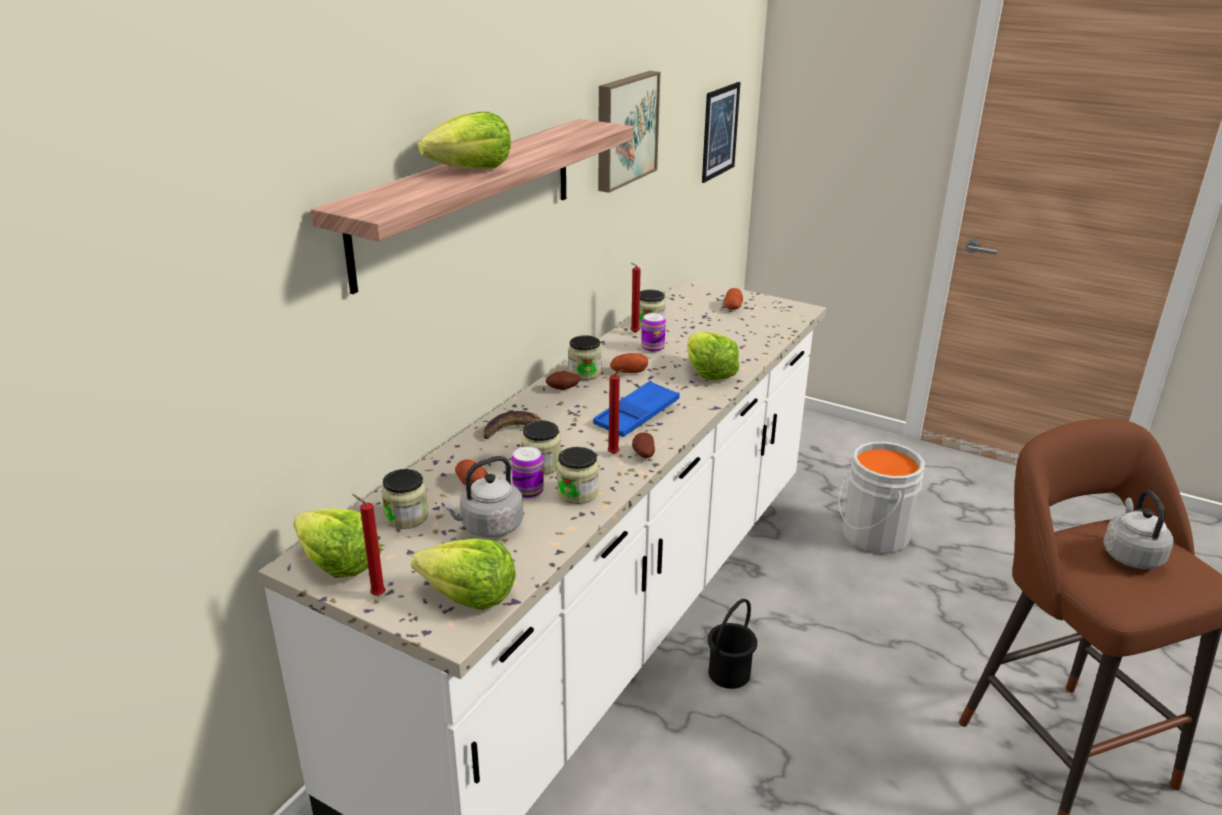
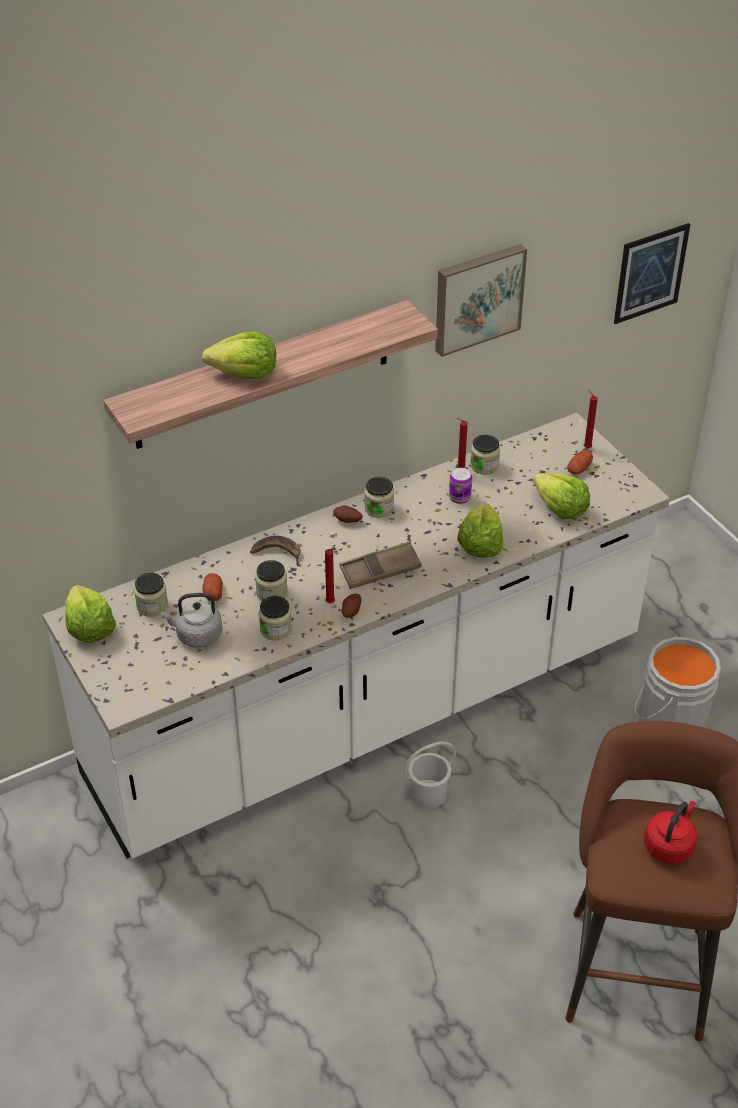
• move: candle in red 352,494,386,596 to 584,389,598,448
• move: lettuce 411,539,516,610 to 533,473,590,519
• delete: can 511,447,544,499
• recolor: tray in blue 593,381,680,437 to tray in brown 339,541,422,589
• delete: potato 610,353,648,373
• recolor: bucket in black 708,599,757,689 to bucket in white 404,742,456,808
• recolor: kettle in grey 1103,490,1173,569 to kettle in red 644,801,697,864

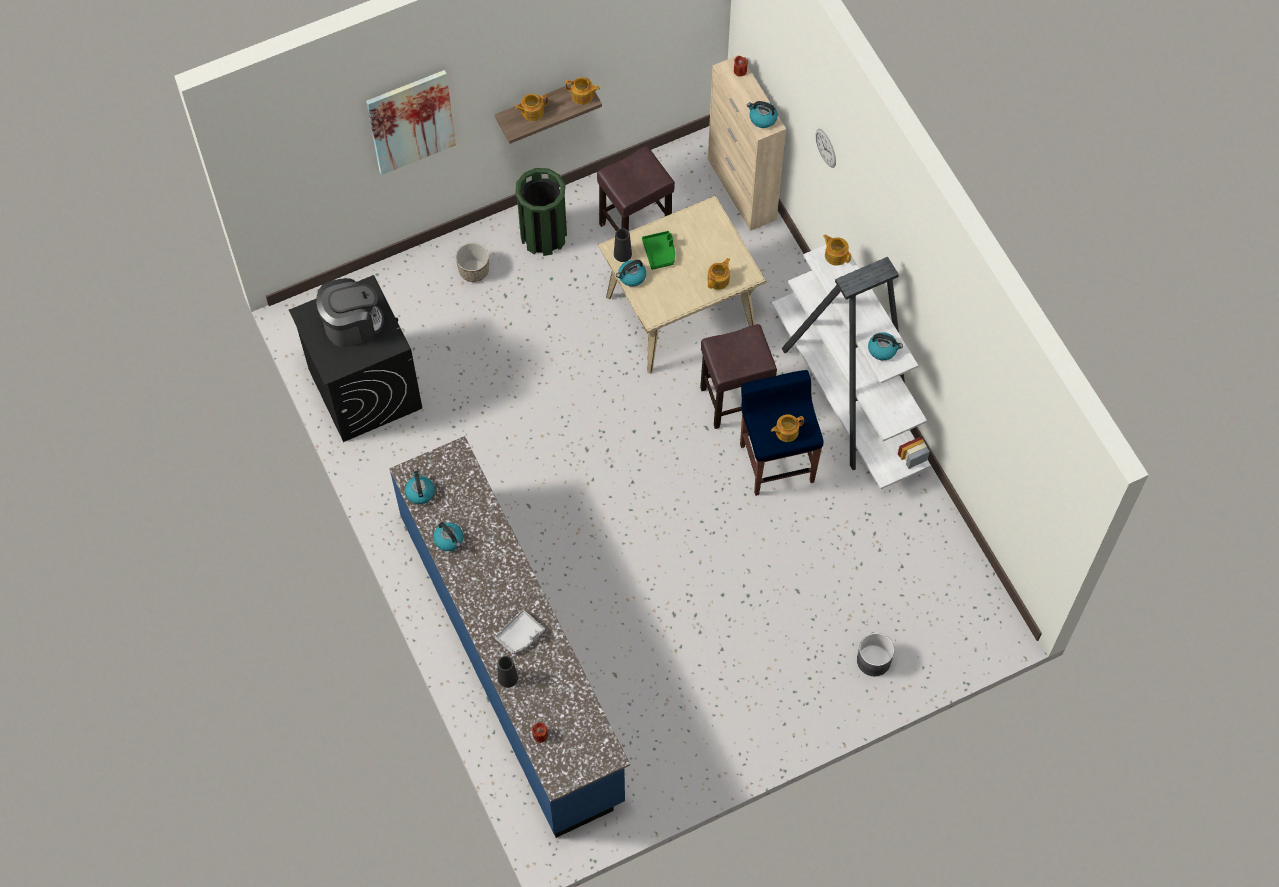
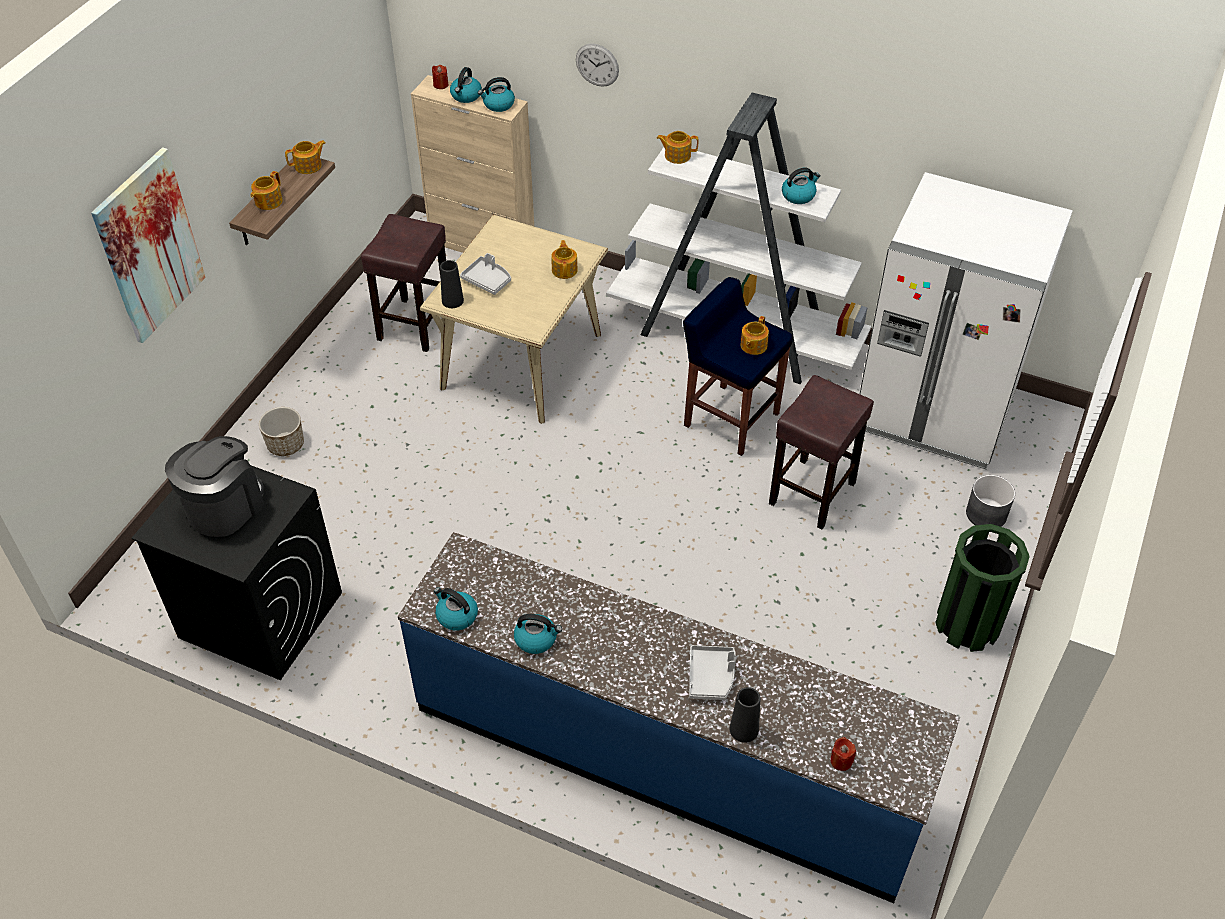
• move: trash can in green 515,168,567,256 to 935,524,1030,652
• move: kettle 616,260,646,287 to 450,67,482,103
• recolor: tray in green 642,231,675,270 to tray in grey 460,253,511,295
• move: stool in brown 700,324,777,429 to 769,375,874,529
• insert: fridge in white 860,172,1072,469

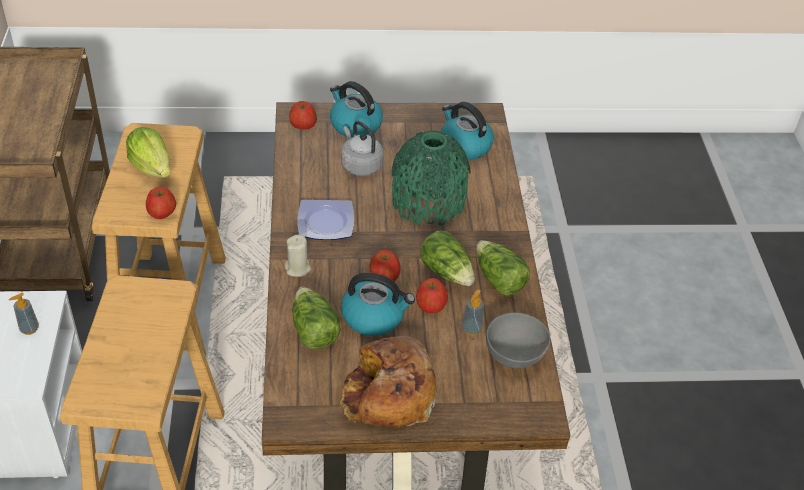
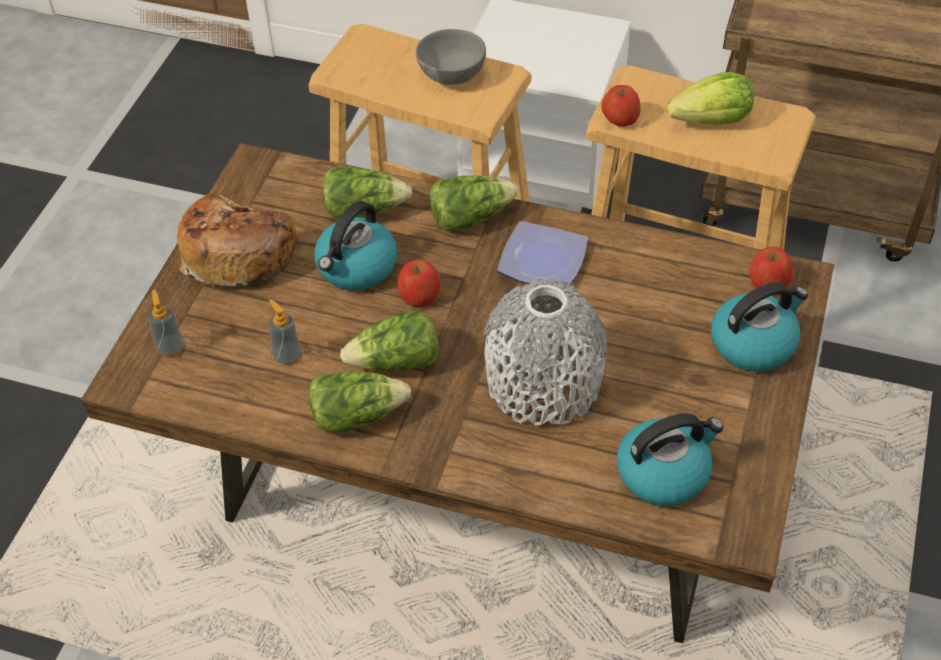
• move: soap dispenser 9,293,39,335 to 148,290,184,357
• replace: candle in beige 285,235,311,277 to lettuce 430,175,518,231
• delete: kettle in grey 341,121,384,176
• recolor: vase in green 392,131,471,226 to vase in grey 484,279,607,425
• delete: apple 416,278,448,313
• move: bowl in grey 486,313,551,368 to 416,29,486,85

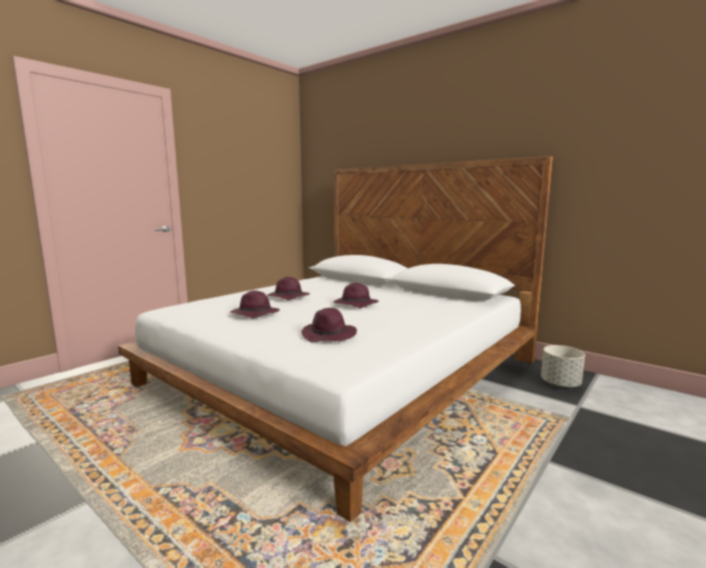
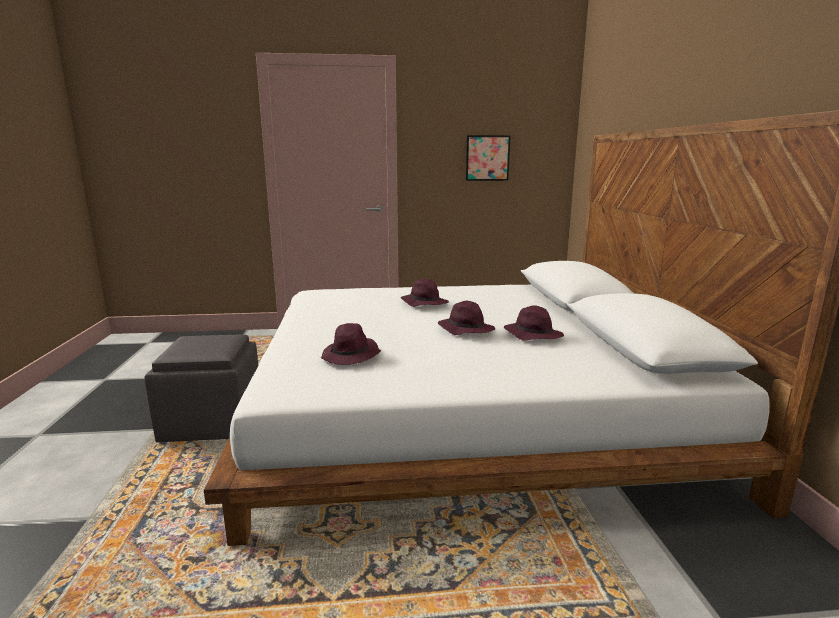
• move: hat in purple 230,290,280,319 to 504,305,564,340
• delete: planter in grey 541,345,585,388
• insert: ottoman in grey 144,334,258,442
• insert: picture 466,135,511,181

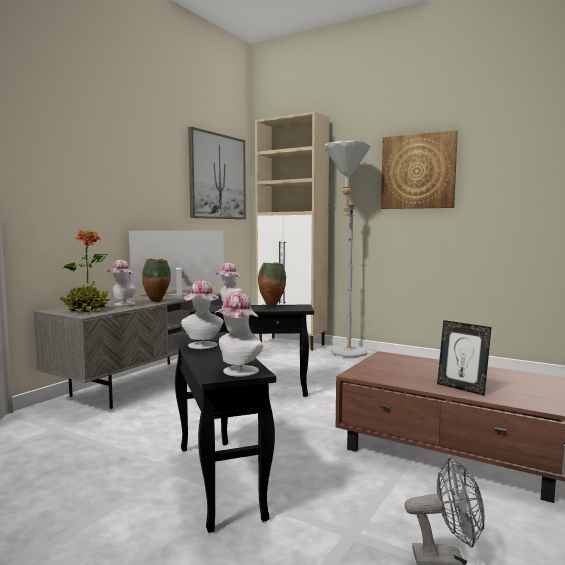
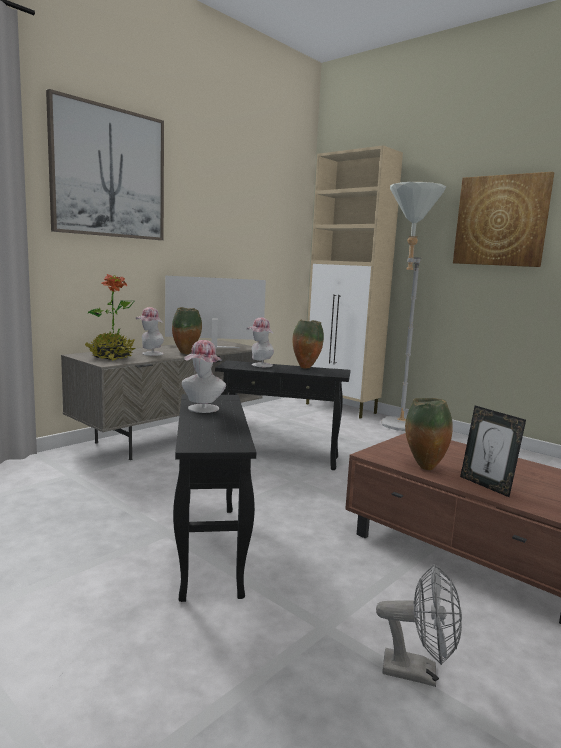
• move: picture 188,127,246,219 to 46,89,164,240
• delete: hat 214,292,263,377
• insert: vase 405,398,453,470

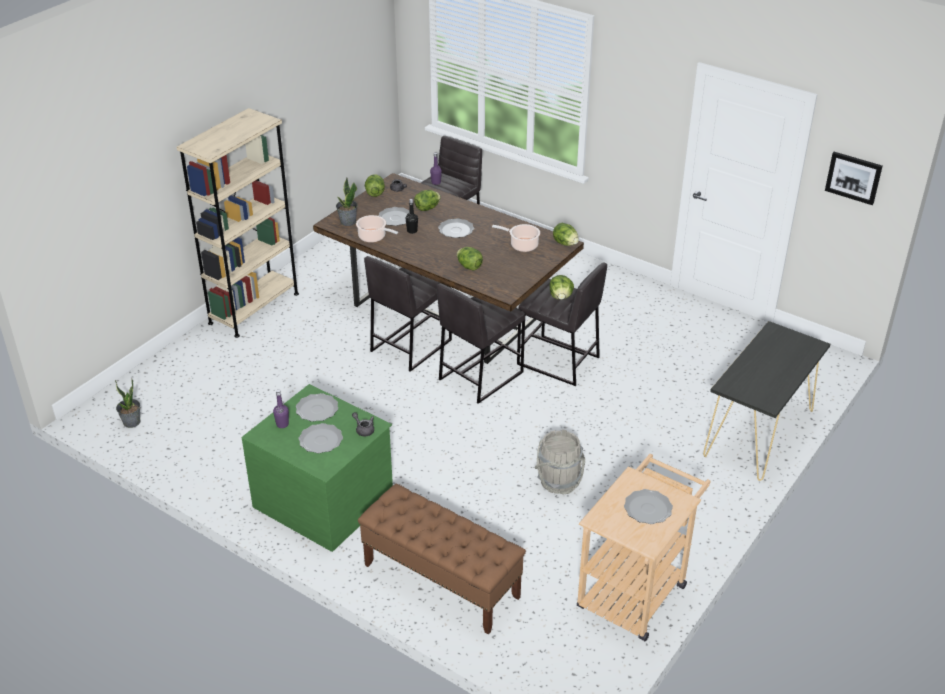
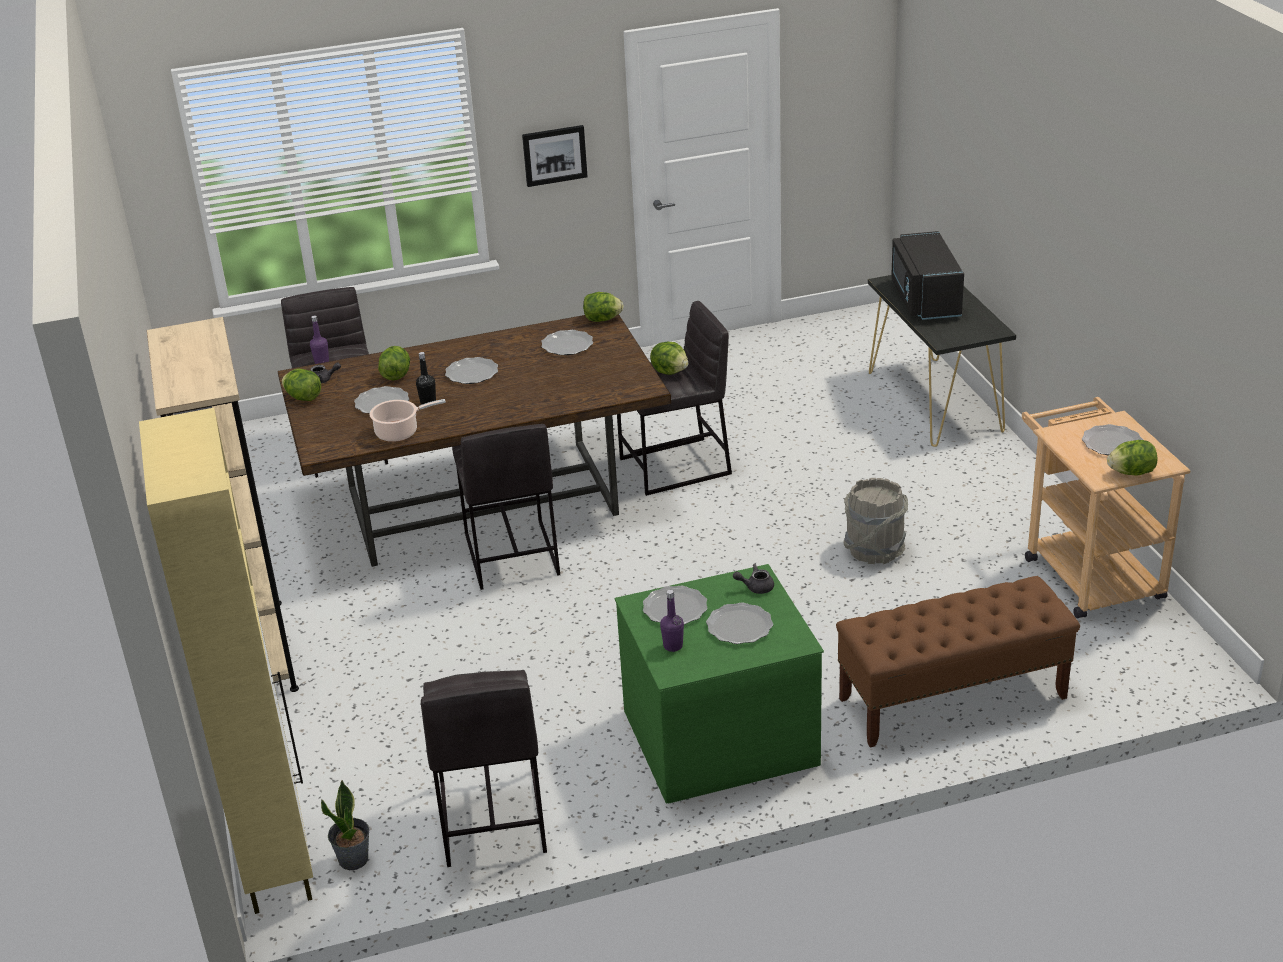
• delete: potted plant 336,178,358,226
• move: stool in grey 437,283,525,404 to 421,670,547,867
• move: lettuce 457,247,483,271 to 1107,440,1157,475
• replace: cooking pot 492,224,540,252 to plate 541,330,593,355
• move: picture 825,152,883,205 to 522,125,588,187
• insert: cabinet in beige 139,408,313,914
• insert: microwave in black 891,231,964,320

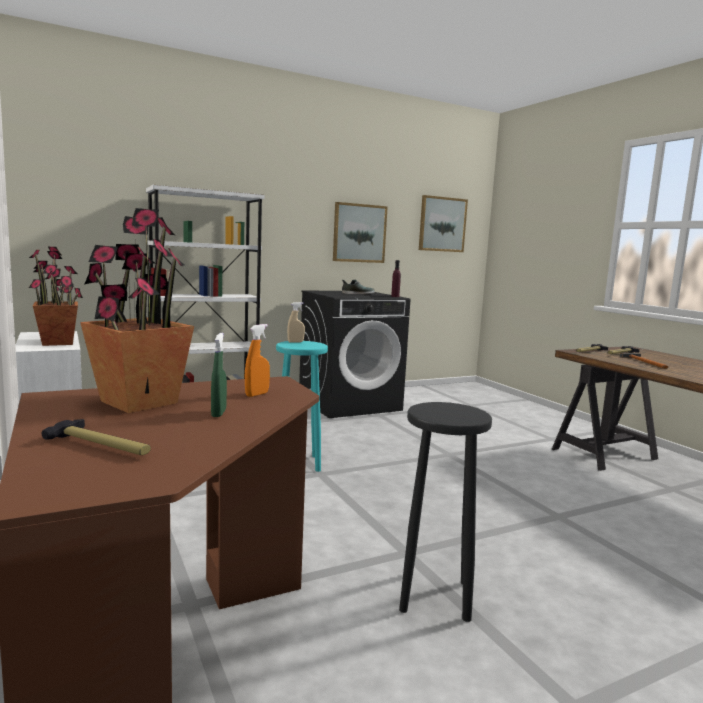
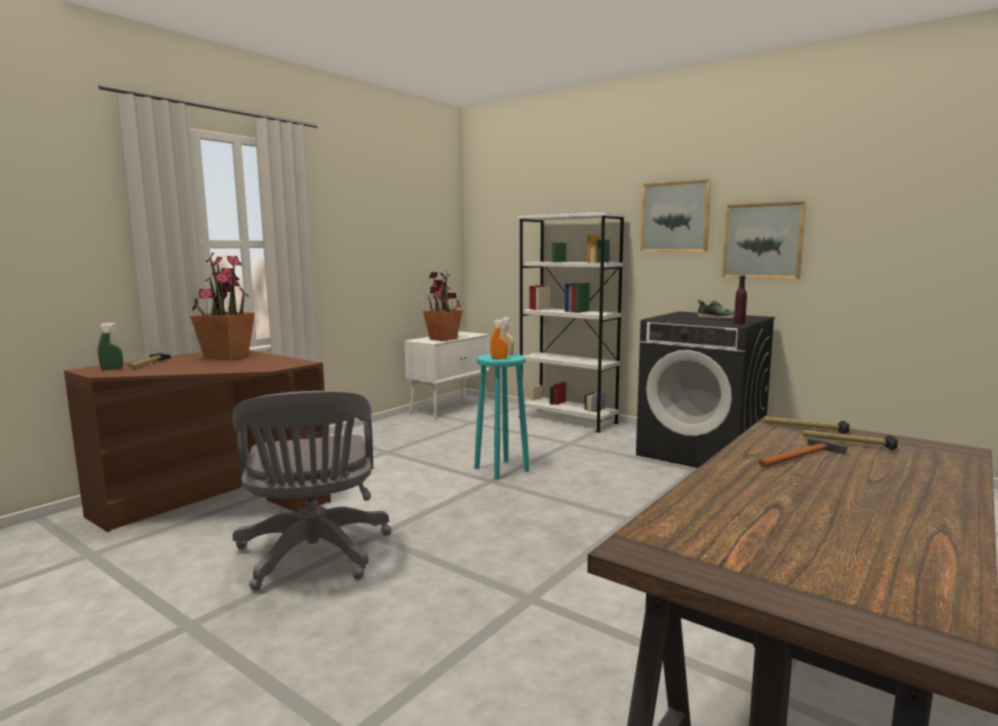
• move: spray bottle in green 211,333,227,417 to 98,323,123,370
• move: spray bottle in orange 245,324,270,397 to 490,320,508,359
• replace: stool in black 399,402,492,622 to office chair in grey 232,391,392,591
• move: picture 419,195,468,252 to 641,179,711,252

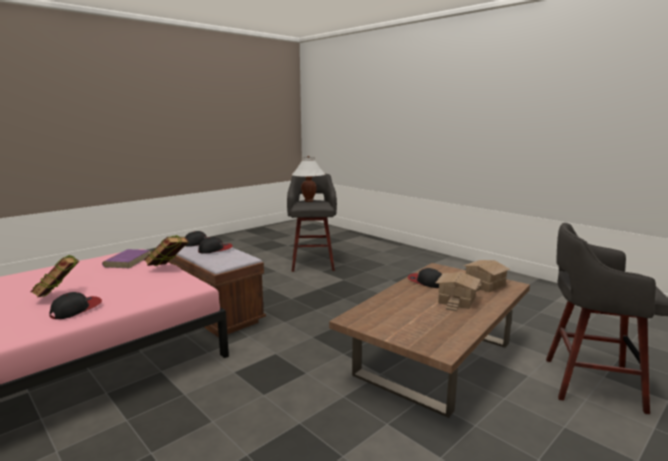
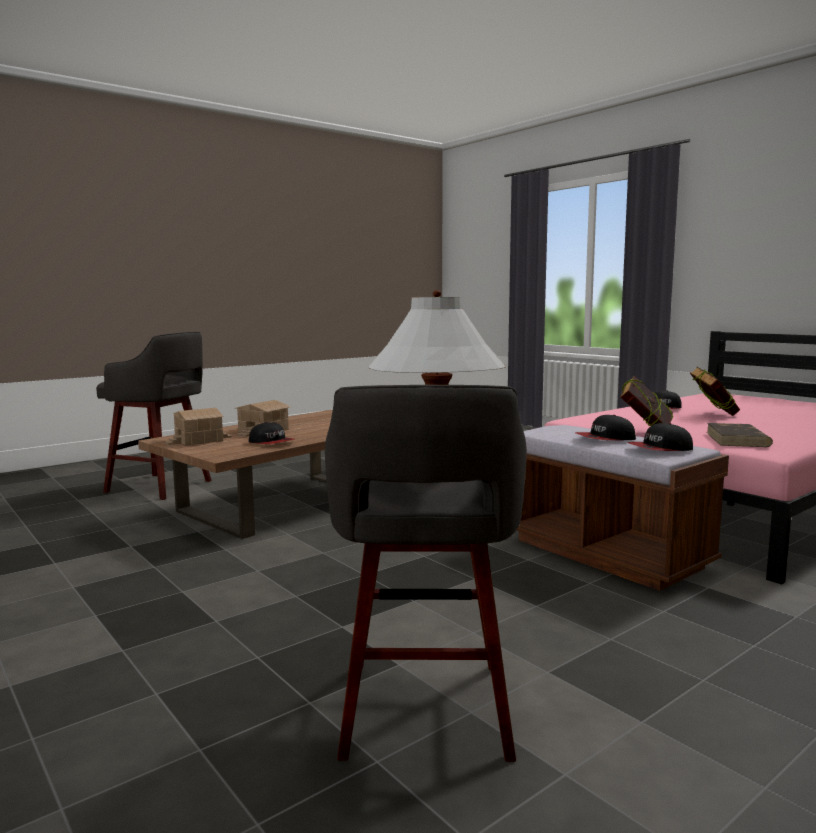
• recolor: book in purple 102,249,150,268 to book in brown 706,423,773,447

